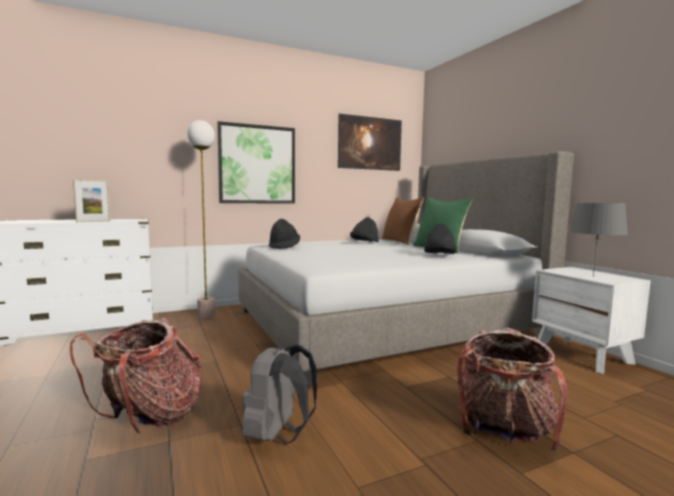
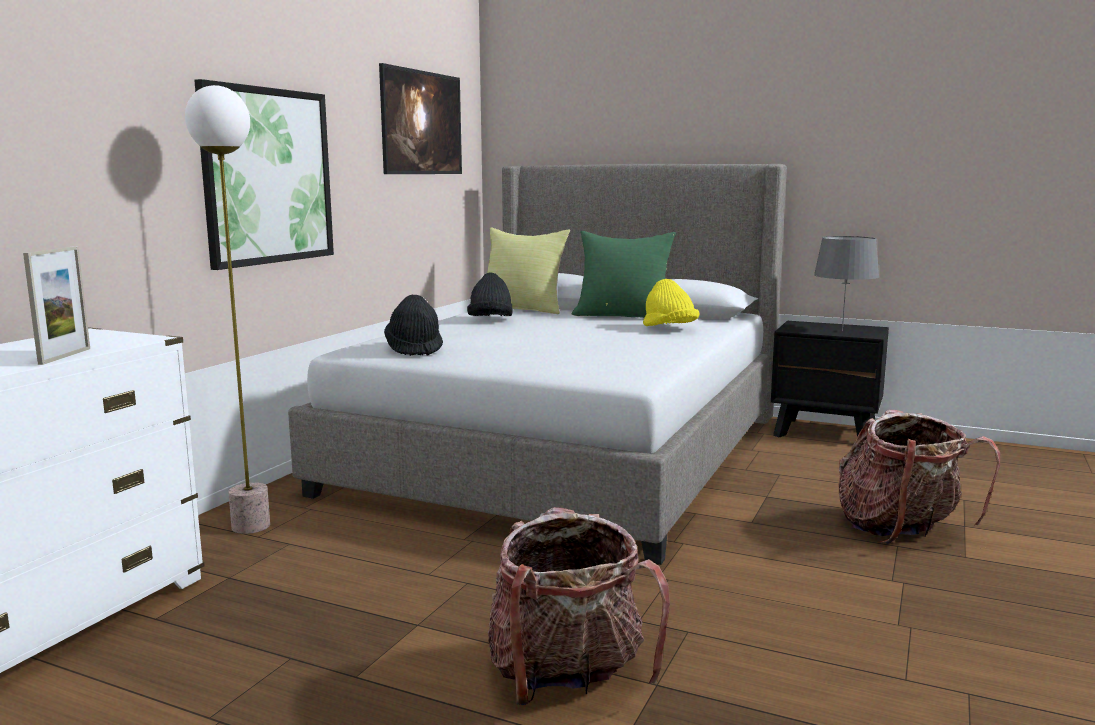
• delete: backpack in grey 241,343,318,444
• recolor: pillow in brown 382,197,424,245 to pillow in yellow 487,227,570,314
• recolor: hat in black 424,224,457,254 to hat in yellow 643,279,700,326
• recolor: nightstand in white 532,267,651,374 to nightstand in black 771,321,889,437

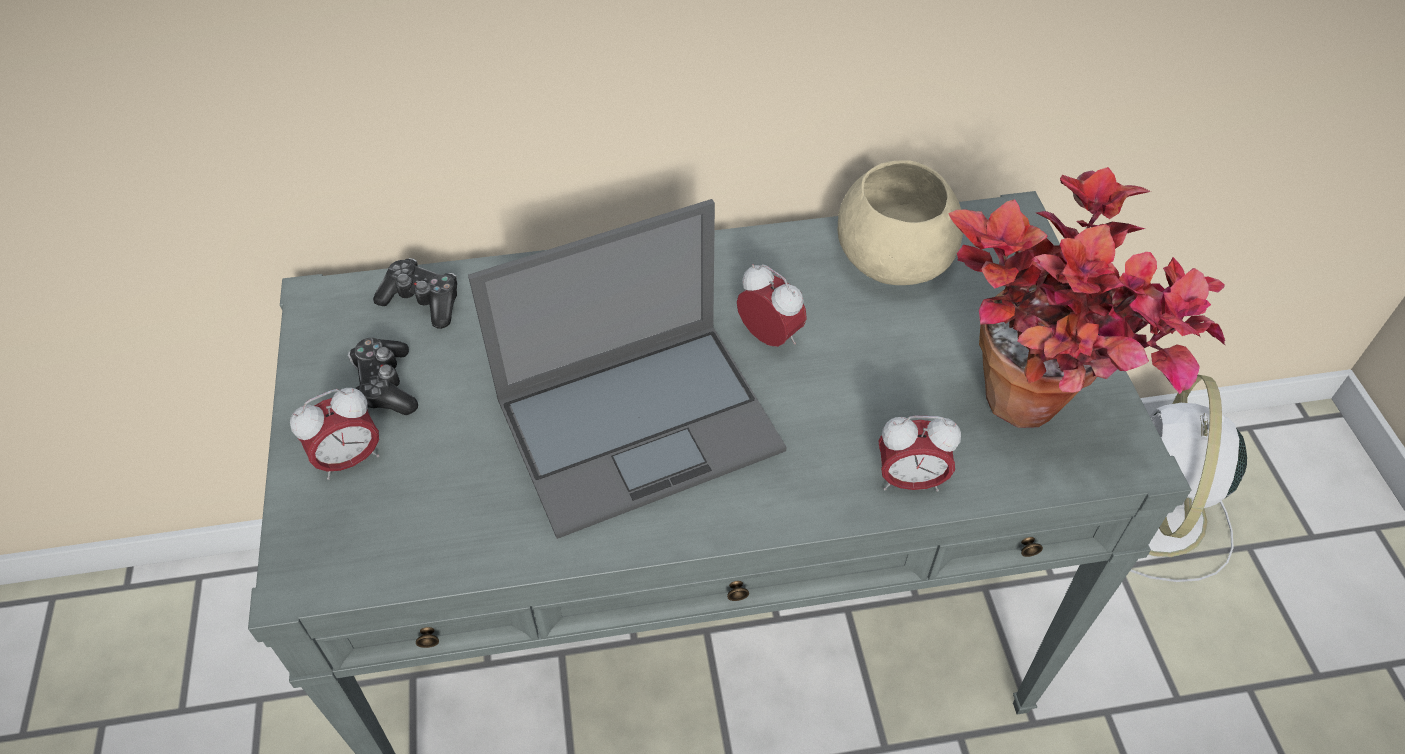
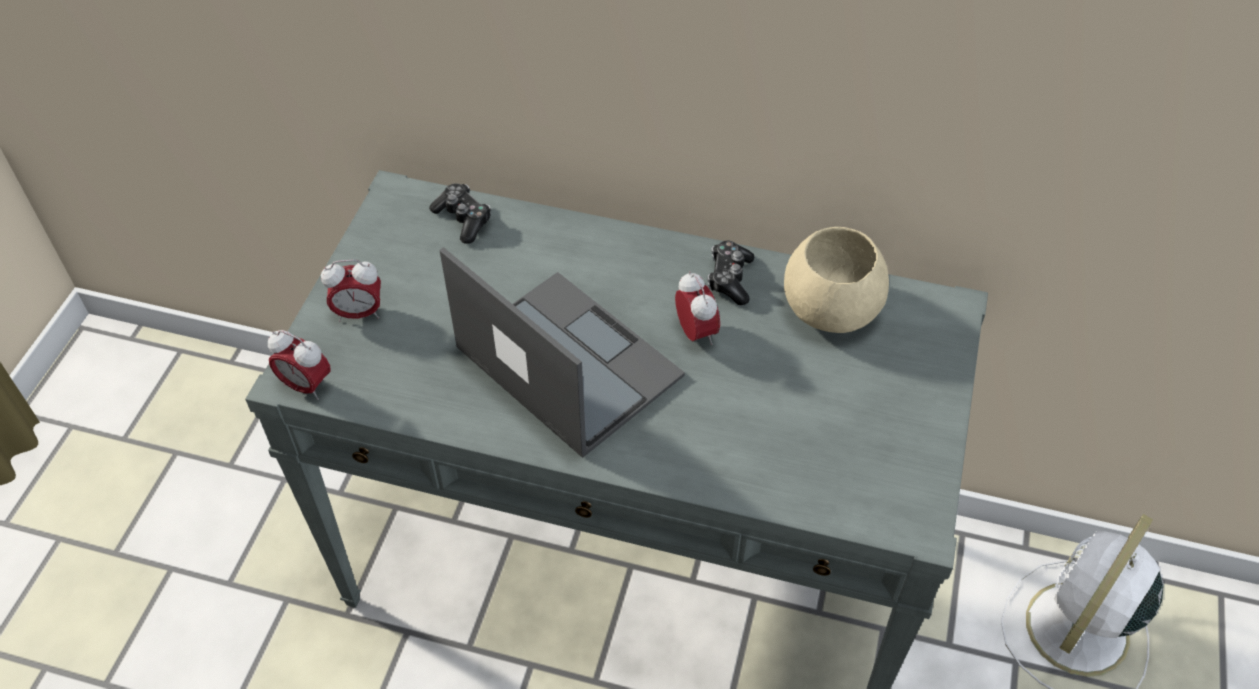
• move: game controller 348,338,418,415 to 707,241,754,305
• rotate: laptop 468,199,787,539 = 439,247,685,458 135 degrees counterclockwise
• move: alarm clock 878,416,961,492 to 268,330,331,400
• delete: potted plant 948,167,1227,428

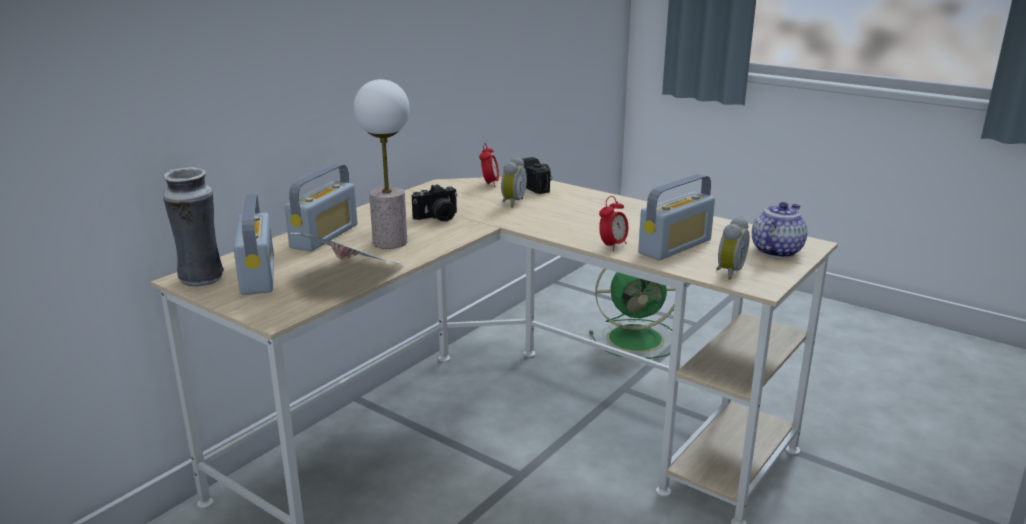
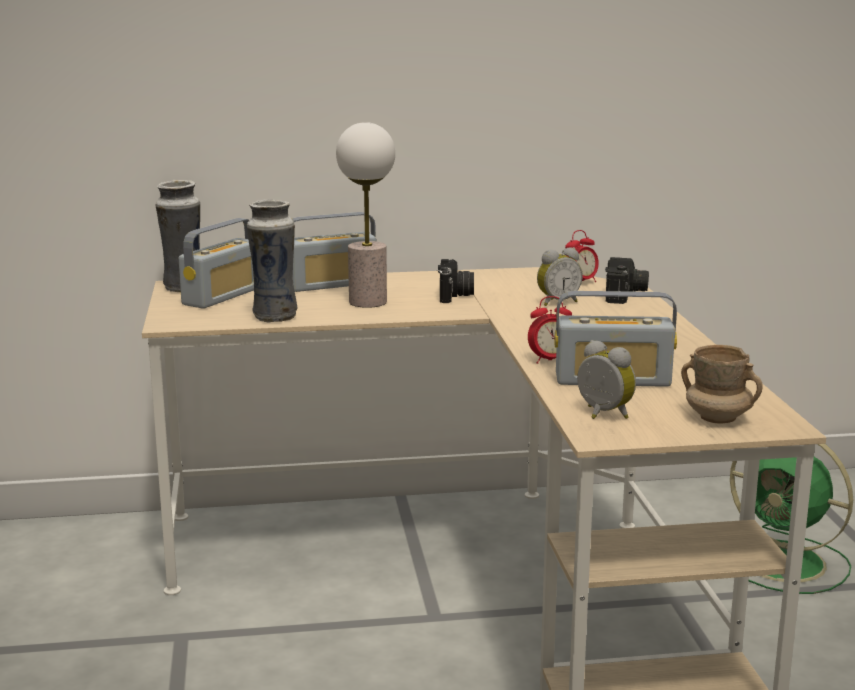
• replace: newspaper 281,232,404,265 to vase 247,200,297,322
• rotate: photo camera 412,184,458,222 = 437,259,474,303 105 degrees counterclockwise
• rotate: alarm clock 716,217,750,280 = 577,340,636,419 120 degrees counterclockwise
• replace: teapot 752,202,808,258 to mug in beige 681,345,763,424

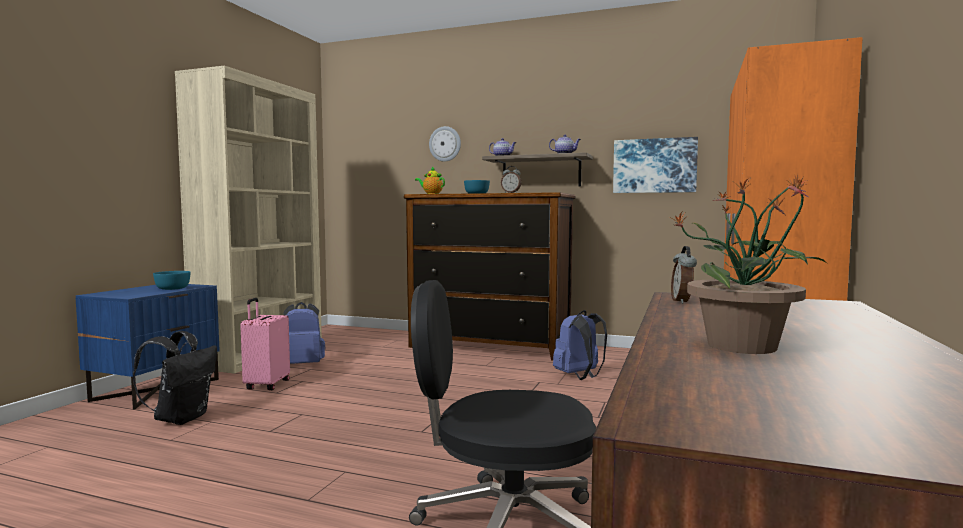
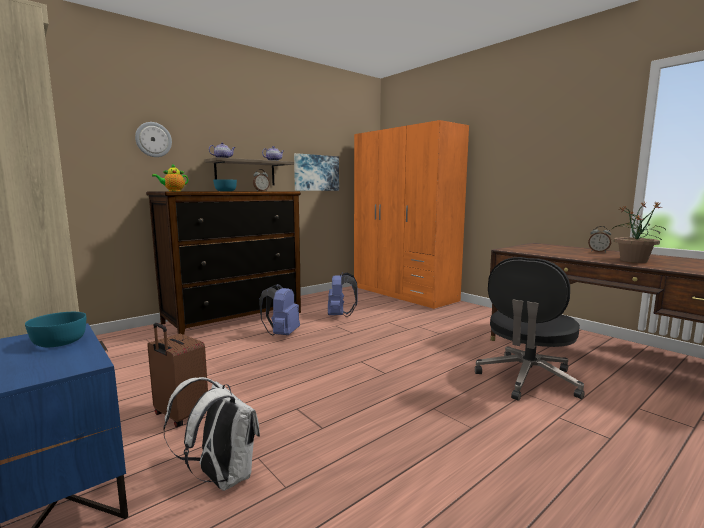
• recolor: backpack in black 133,331,217,425 to backpack in white 163,377,260,491
• recolor: suitcase in pink 240,298,290,390 to suitcase in brown 147,323,208,427
• move: backpack in blue 283,302,326,364 to 259,284,300,336
• move: alarm clock 671,246,697,304 to 588,226,611,253

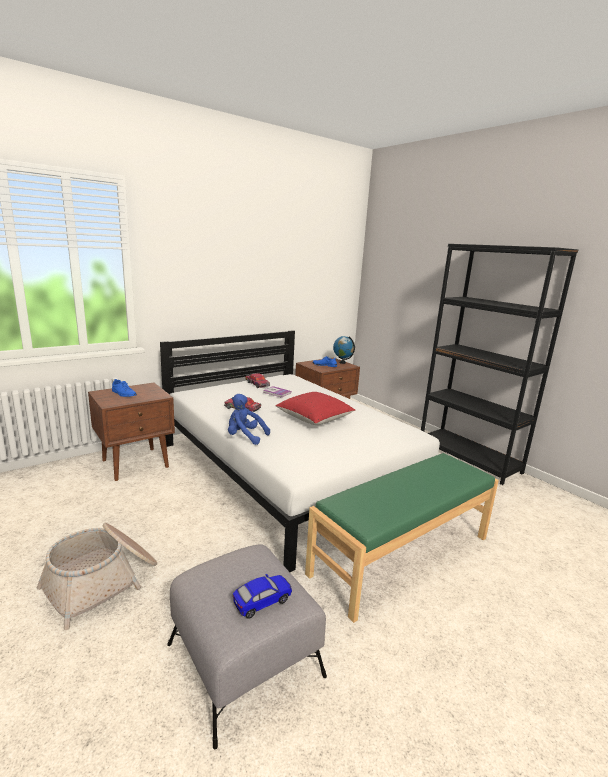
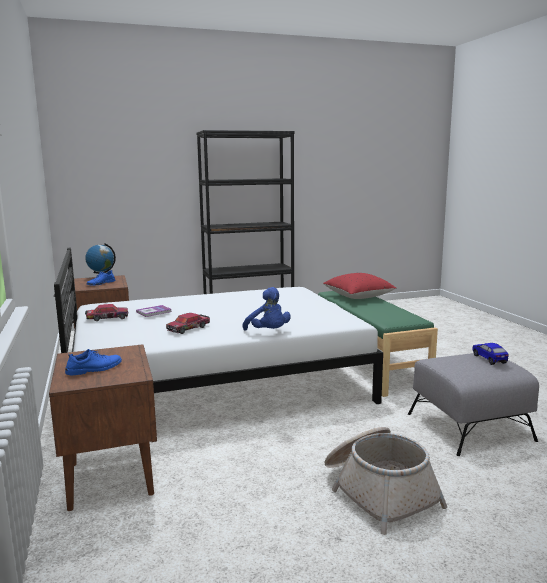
• rotate: plush toy in blue 228,394,270,445 = 243,287,291,331 75 degrees counterclockwise
• move: pillow in red 275,392,355,425 to 323,273,396,299

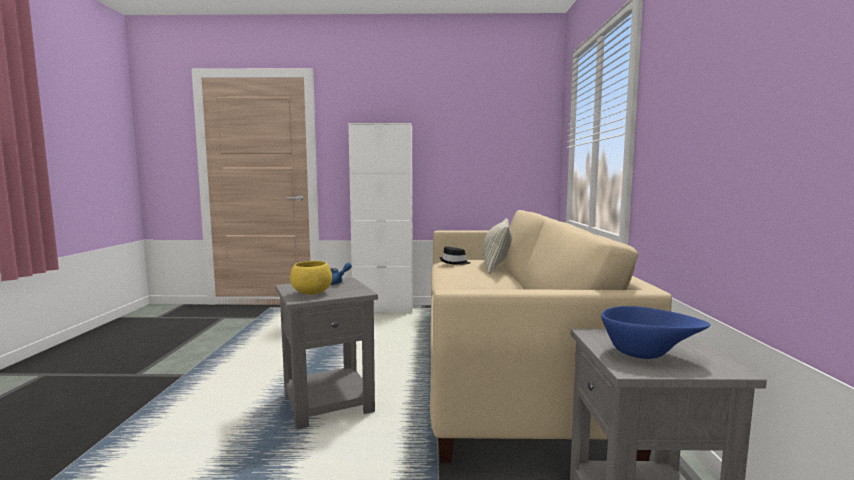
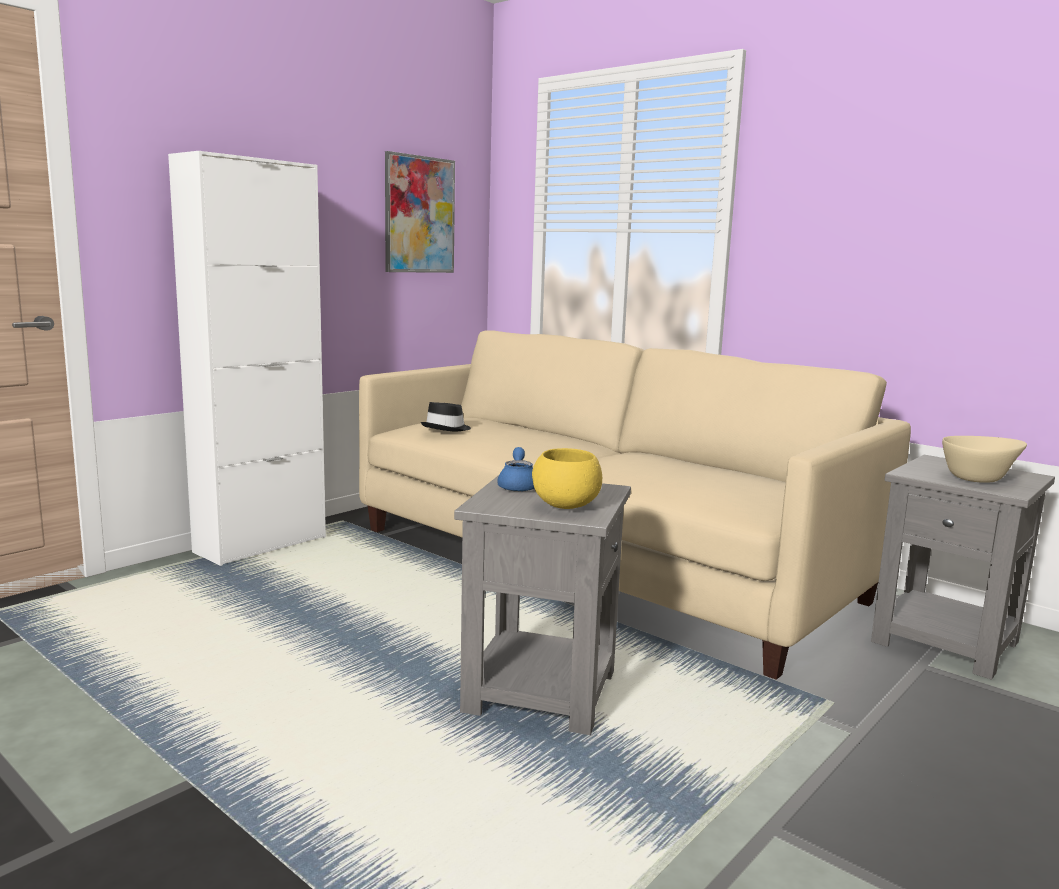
• delete: pillow 482,218,512,274
• recolor: bowl in blue 601,306,710,359 to bowl in beige 942,436,1027,483
• insert: picture 385,151,455,273

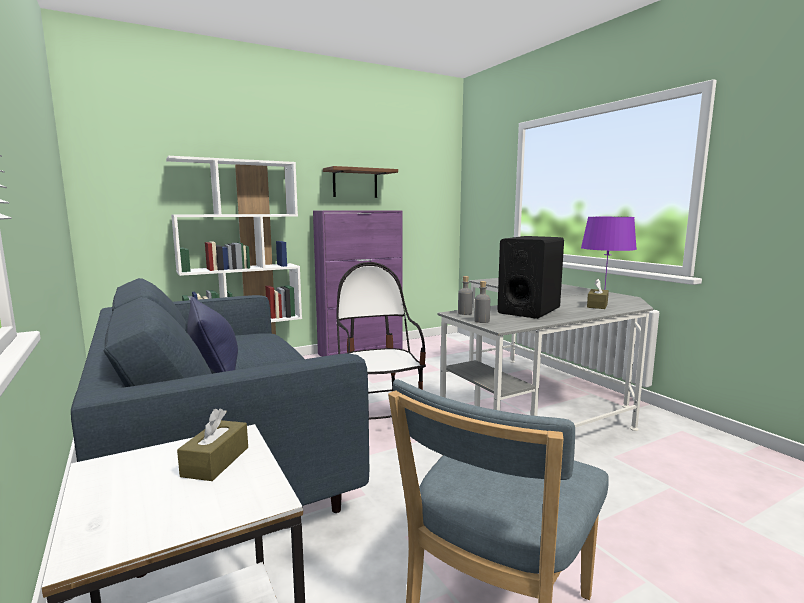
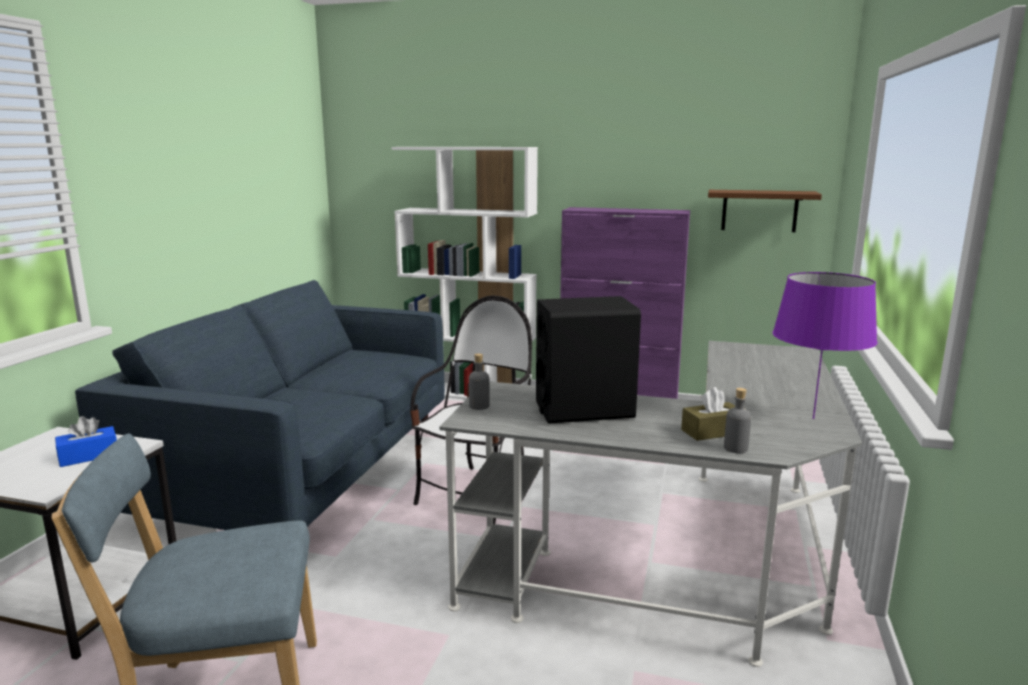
• recolor: tissue box in brown 177,409,248,481 to tissue box in blue 55,416,117,467
• delete: pillow in blue 187,297,238,373
• move: shelf in brown 323,166,398,198 to 708,190,822,232
• move: bottle in grey 458,276,473,315 to 724,388,751,453

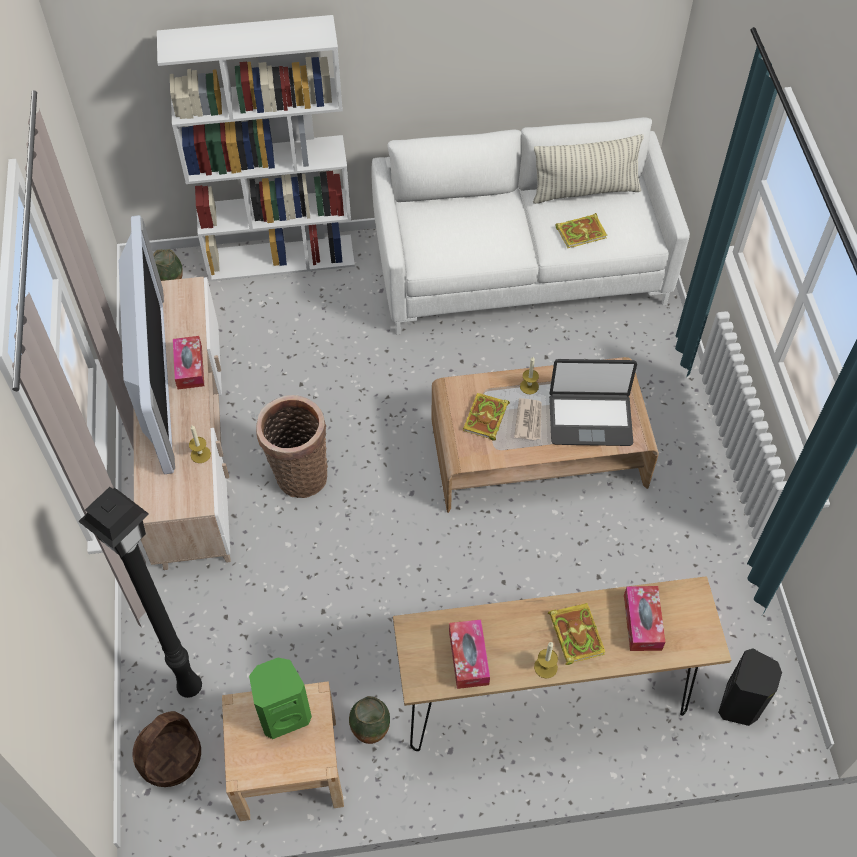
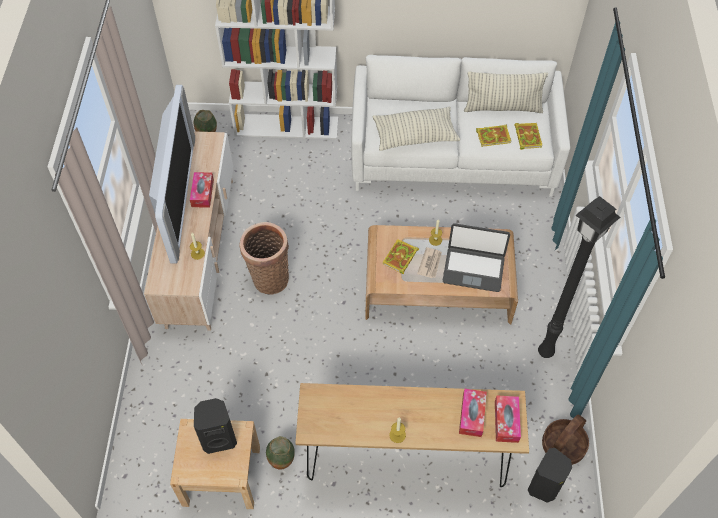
• move: floor lamp in black 78,487,202,698 to 538,196,620,358
• move: basket 133,711,201,787 to 542,415,589,465
• recolor: speaker in green 249,658,312,739 to speaker in black 194,398,237,454
• move: tissue box 449,619,490,689 to 495,396,521,443
• move: book 548,603,605,665 to 514,123,542,150
• insert: pillow 373,107,460,151

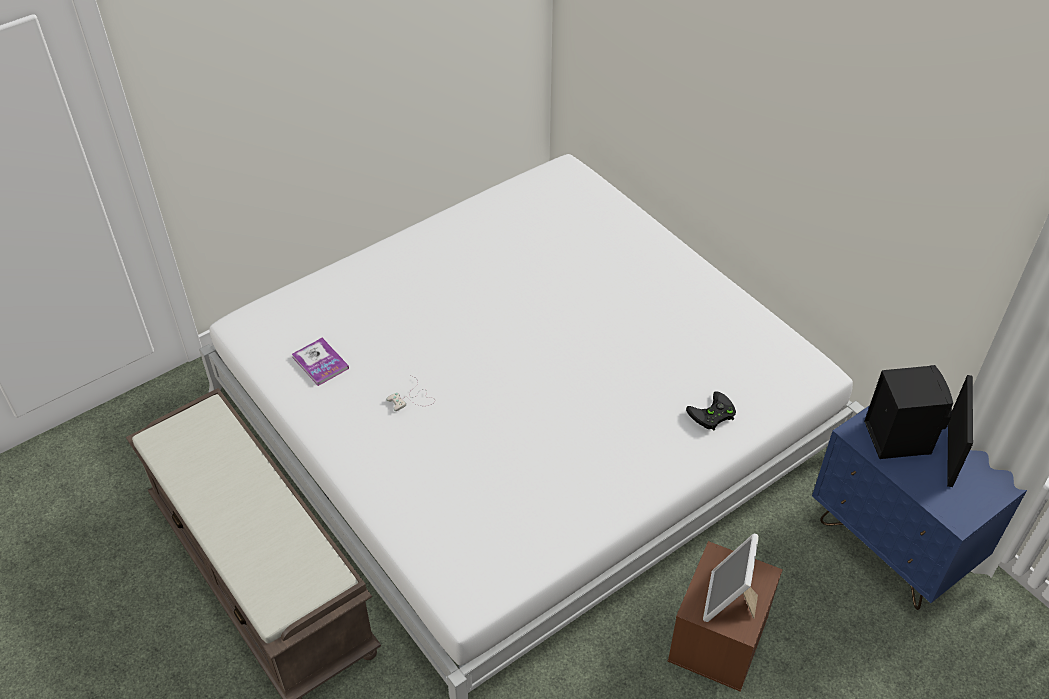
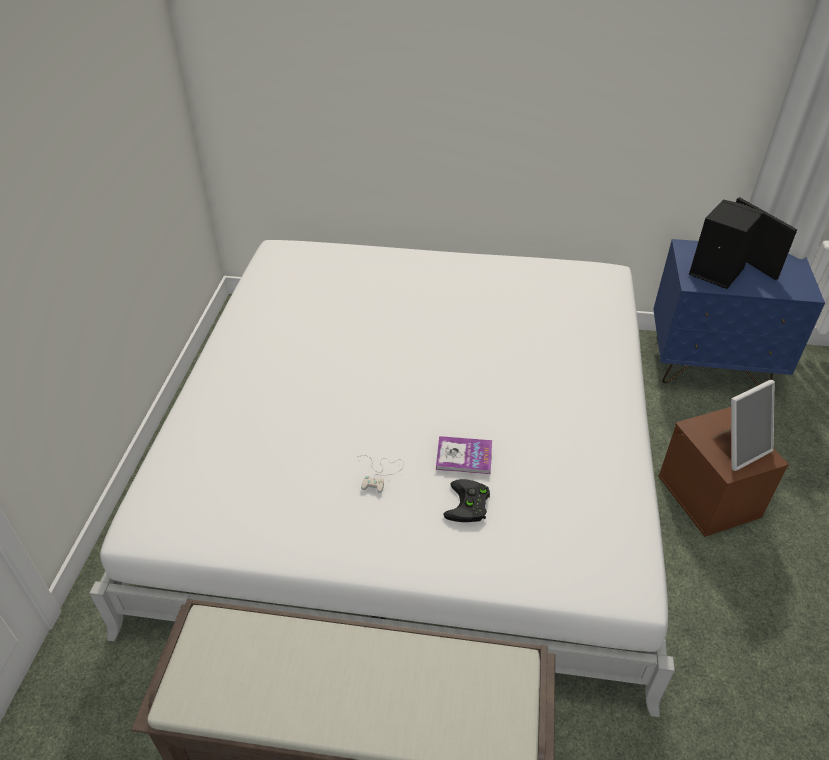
• move: book 292,338,349,386 to 436,436,492,474
• move: game controller in black 686,391,736,431 to 444,479,490,522
• rotate: picture frame 703,534,759,622 = 713,380,775,471 90 degrees counterclockwise

